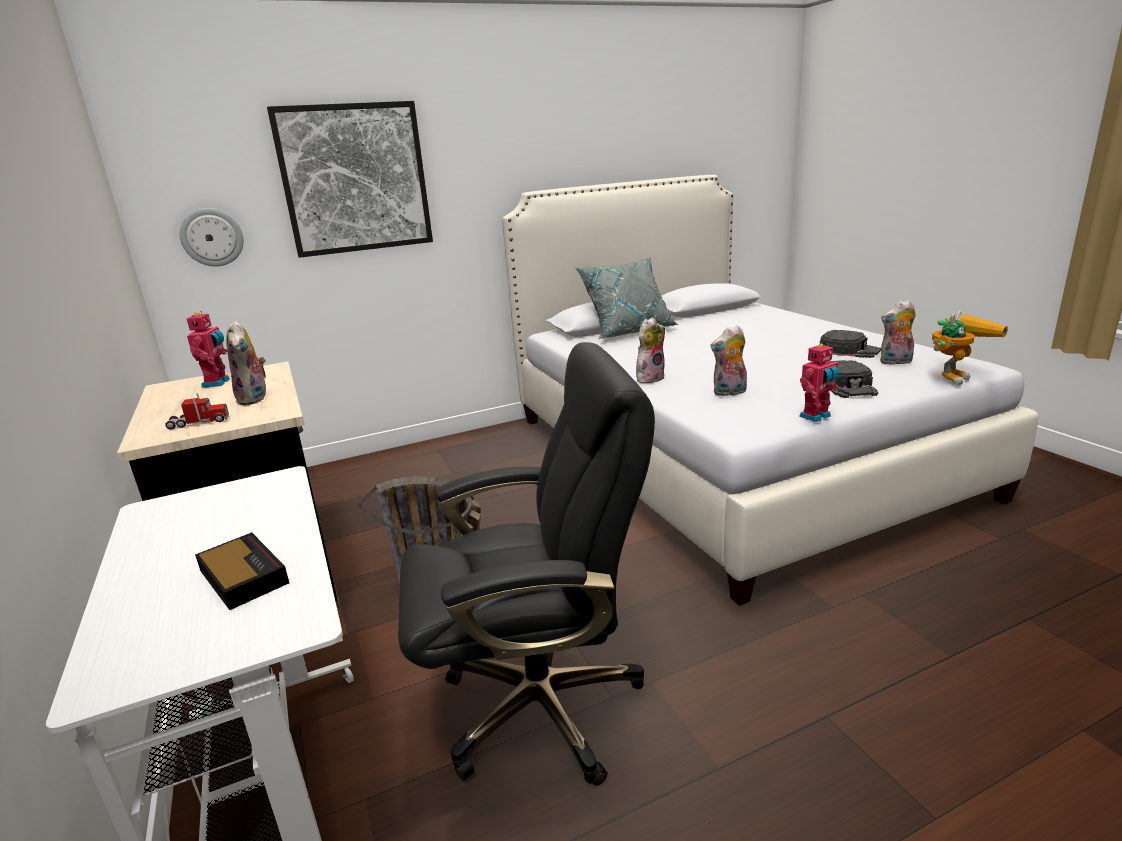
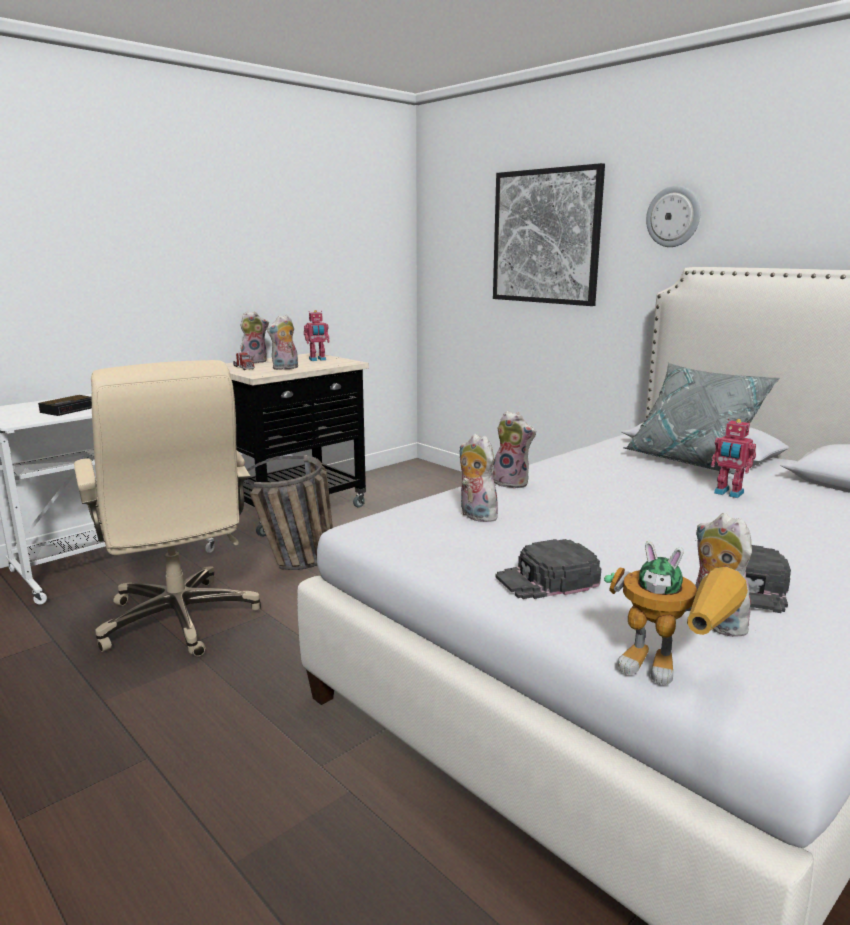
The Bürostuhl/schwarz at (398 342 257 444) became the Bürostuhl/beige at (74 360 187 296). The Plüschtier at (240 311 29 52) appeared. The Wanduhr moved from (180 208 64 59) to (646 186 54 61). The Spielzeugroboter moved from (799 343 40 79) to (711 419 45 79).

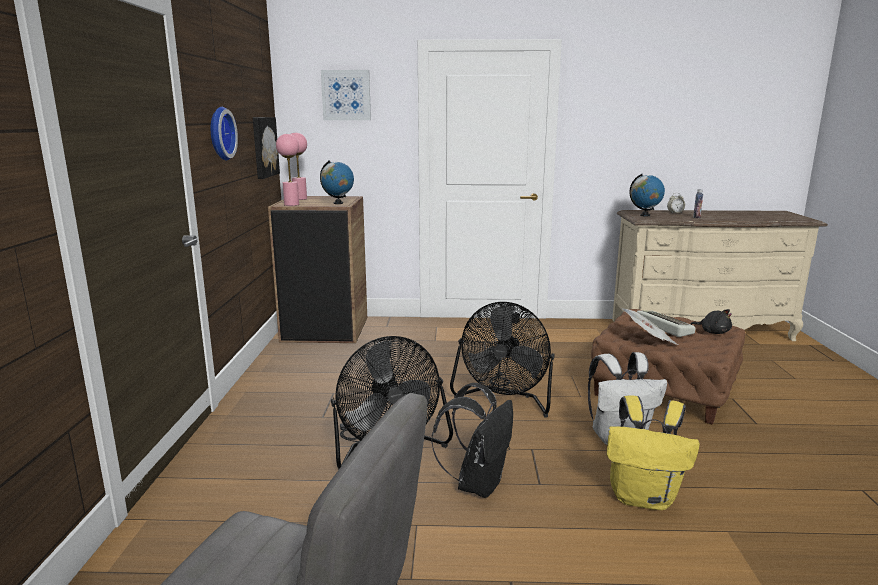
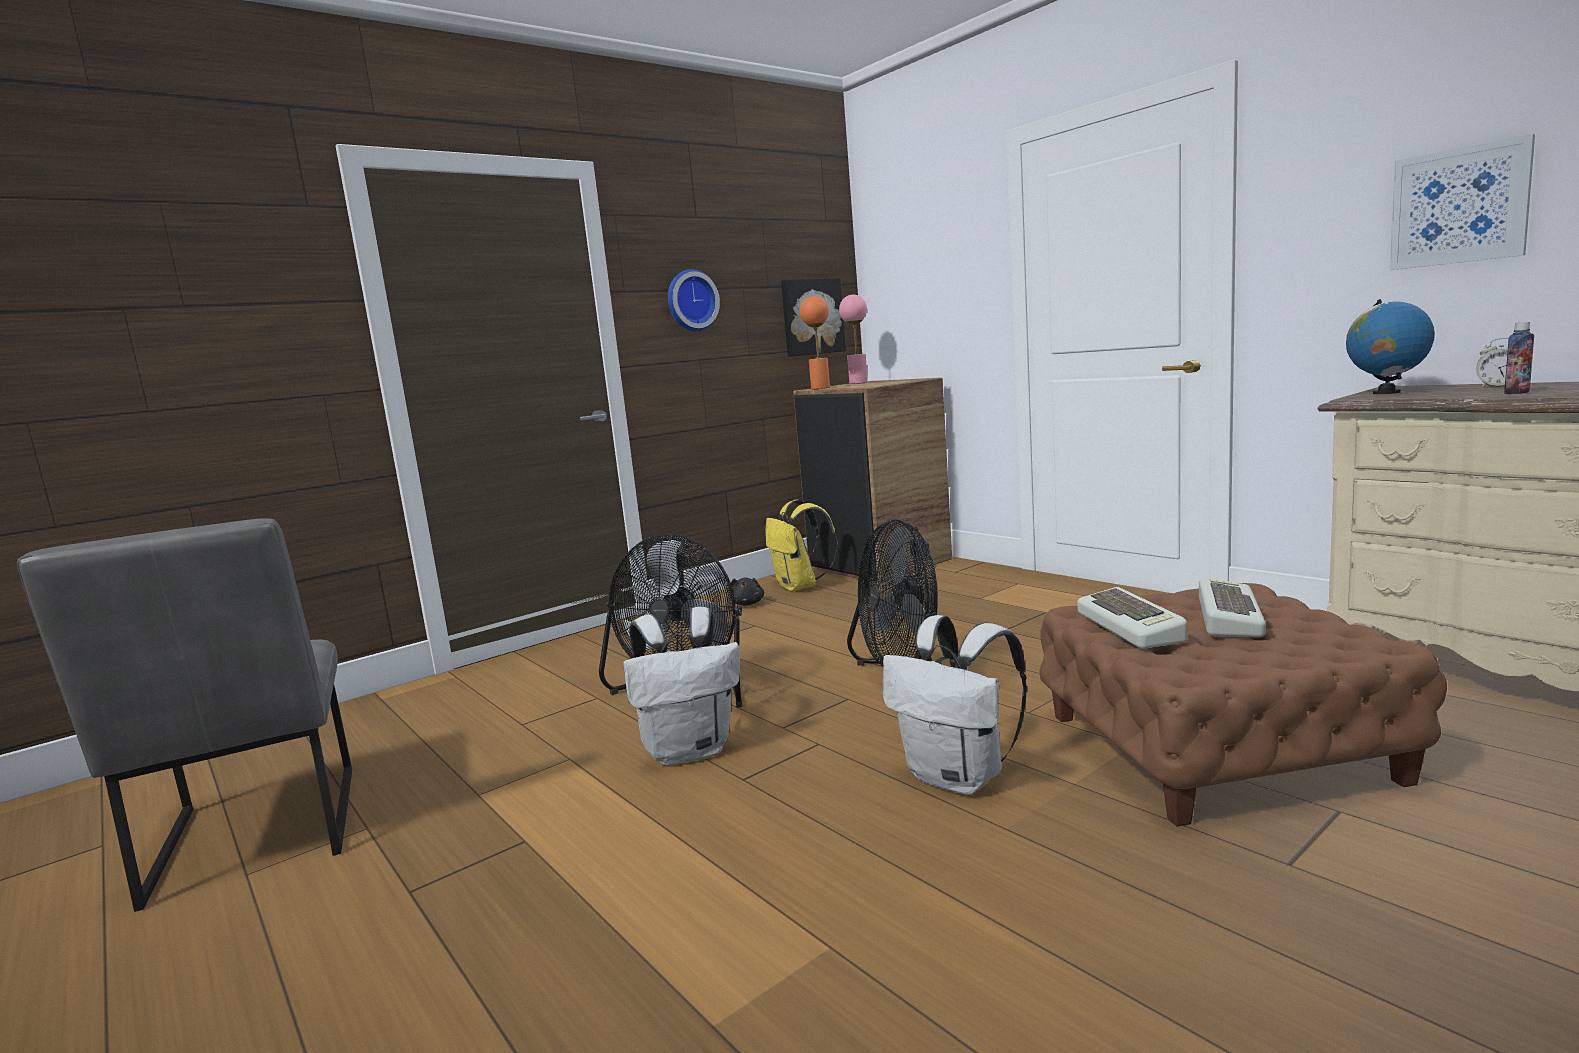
The Rucksack/schwarz at (431 383 82 115) became the Rucksack/weiß at (623 607 117 159). The Plüschtier/schwarz moved from (690 309 42 25) to (730 578 34 28). The Rucksack/gelb moved from (607 395 93 115) to (765 500 73 92). The Tischlampe/rosa at (276 134 23 72) became the Tischlampe/orange at (800 296 30 93). The Zeitung at (621 308 57 37) was replaced by the Tastatur at (1077 587 110 62). The Bild moved from (321 70 50 50) to (1390 134 145 136). The Globus at (320 160 34 44) disappeared.

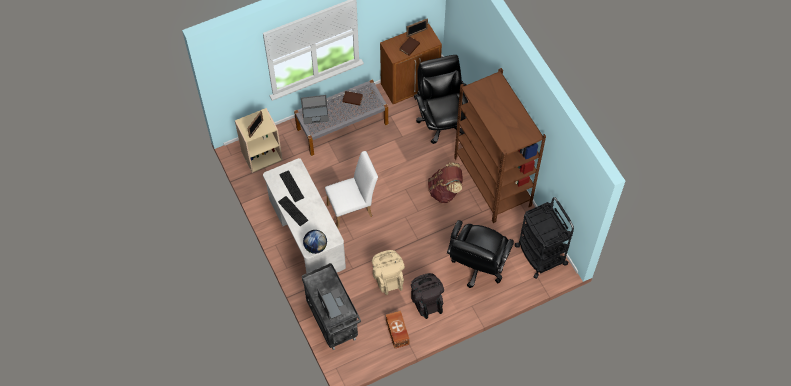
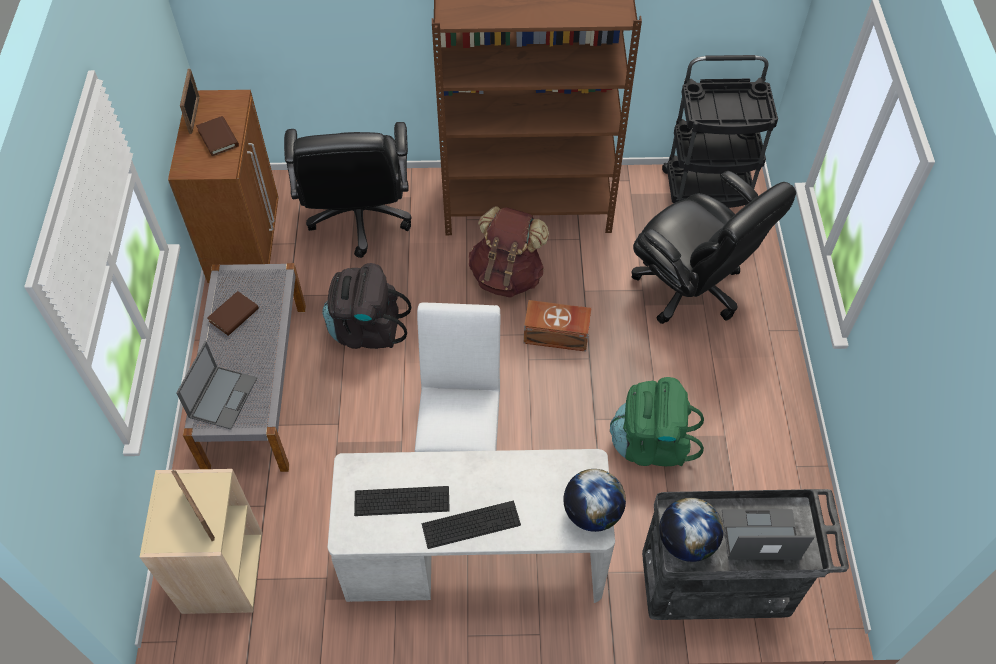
The Bürostuhl/schwarz at (414 55 54 89) turned 105 degrees counterclockwise. The Rucksack/schwarz moved from (411 273 33 46) to (322 263 89 86). The Aufbewahrungsbox/braun moved from (386 311 24 38) to (523 300 69 52). The Rucksack/beige at (372 250 33 45) became the Rucksack/grün at (610 377 94 89). The Globus at (659 498 65 64) appeared.

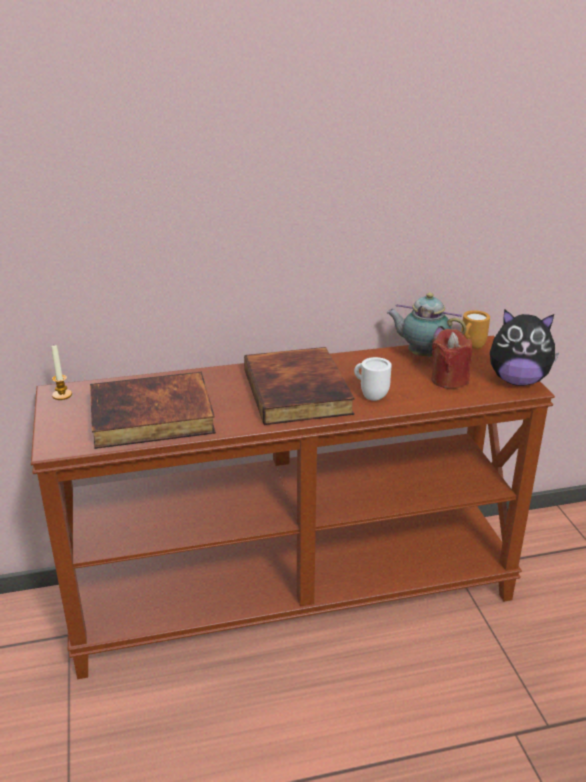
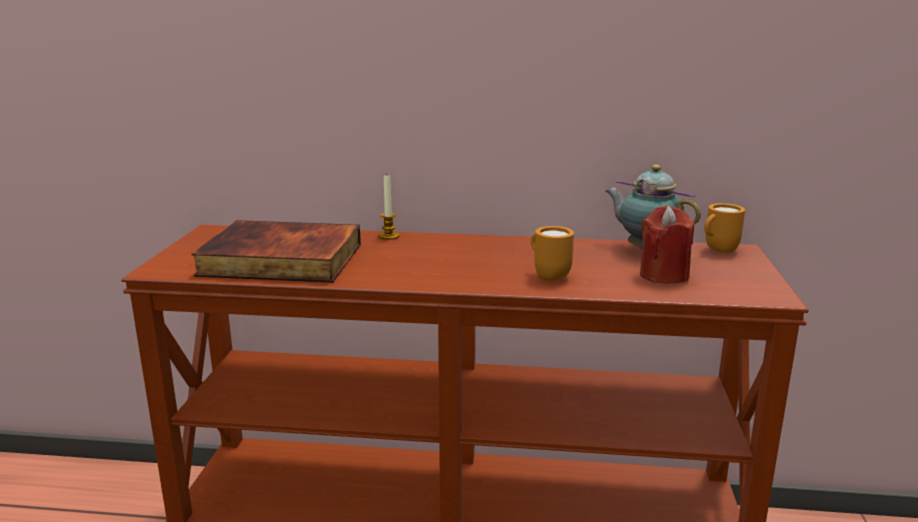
The Kerze moved from (51 345 21 55) to (378 176 22 64). The Henkelbecher/weiß at (354 357 38 44) became the Henkelbecher/orange at (531 226 43 55). The Buch at (244 347 110 78) disappeared. The Plüschtier at (490 309 69 77) disappeared.

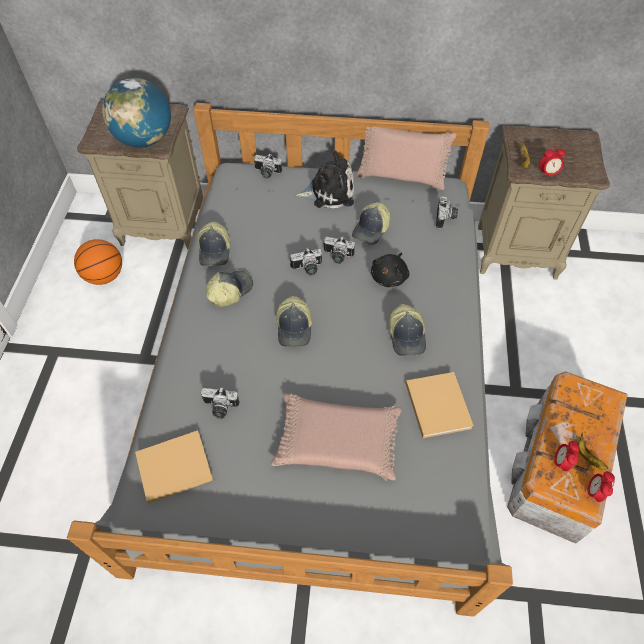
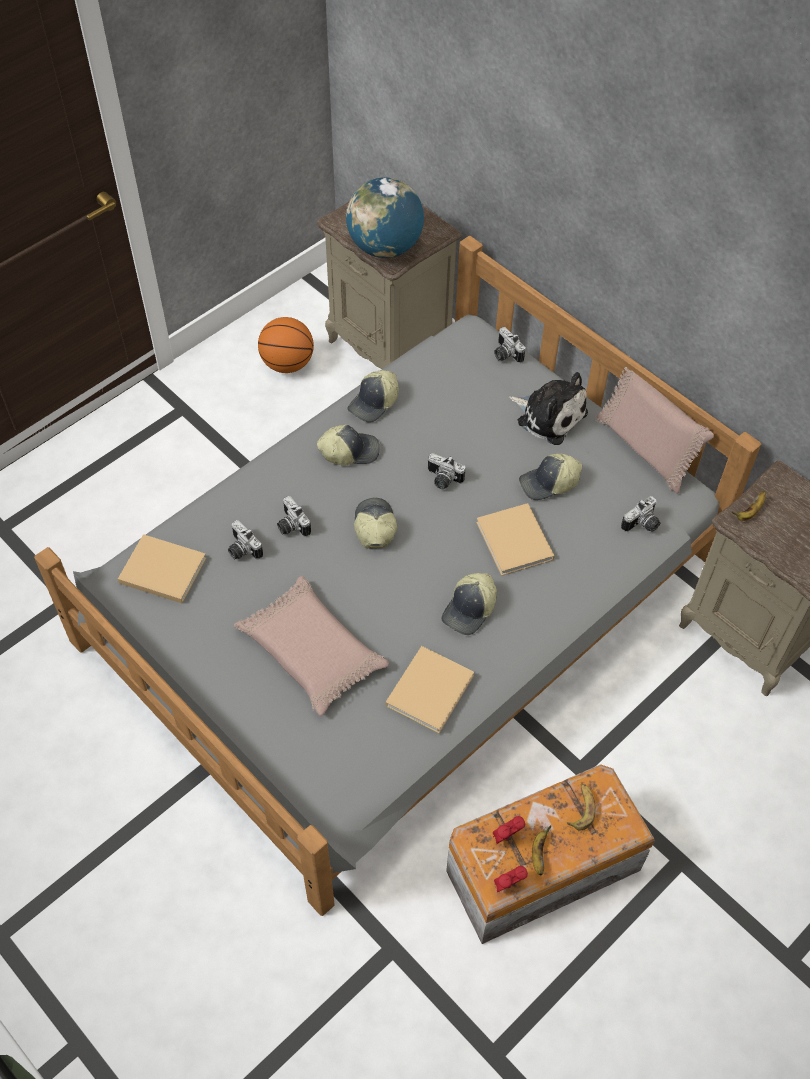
The Kamera moved from (324 236 31 28) to (277 496 34 41). The Kappe at (277 296 35 51) turned 135 degrees clockwise. The Plüschtier/schwarz at (371 253 38 34) was replaced by the Buch/beige at (476 503 78 73). The Banane at (567 784 29 47) appeared. The Wecker at (539 145 27 33) disappeared.

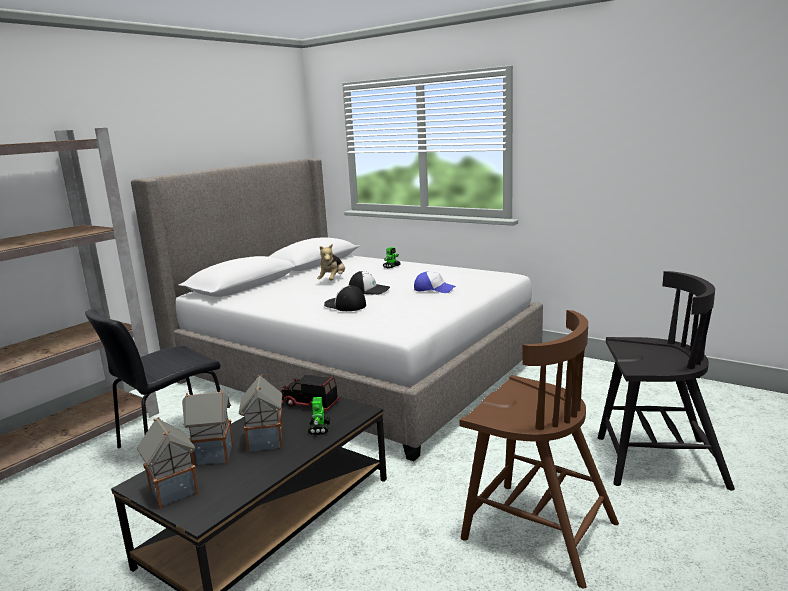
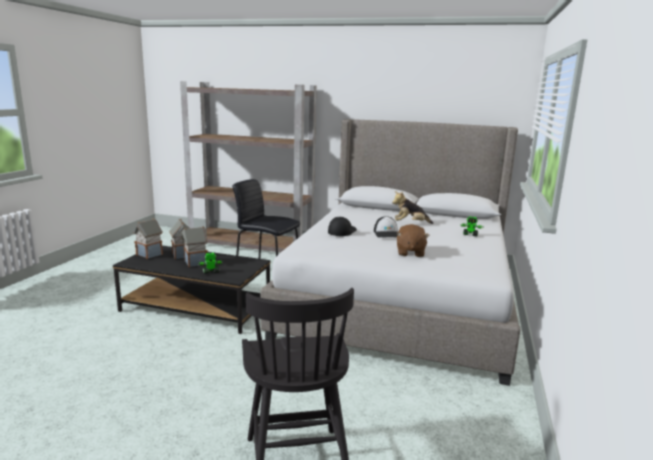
The Kappe at (414 271 41 22) was replaced by the Plüschtier/braun at (397 224 33 33). The Spielzeuglaster at (281 374 59 37) disappeared. The Stuhl/braun at (459 310 160 279) disappeared.

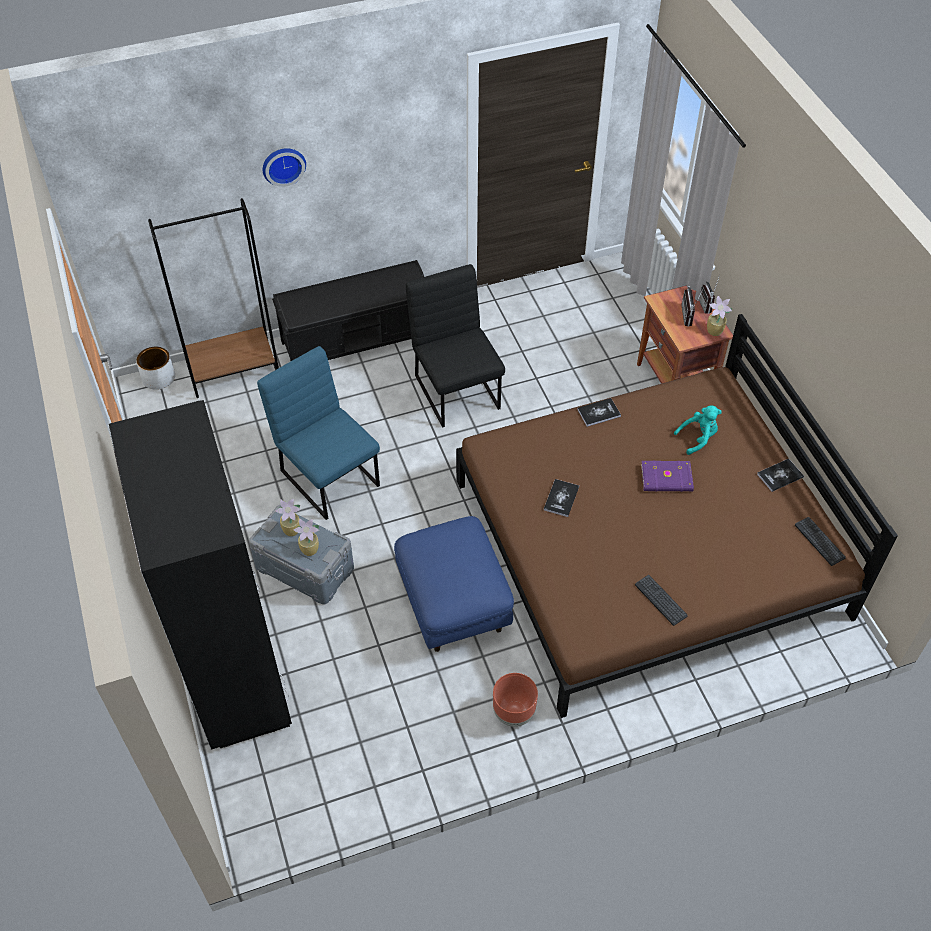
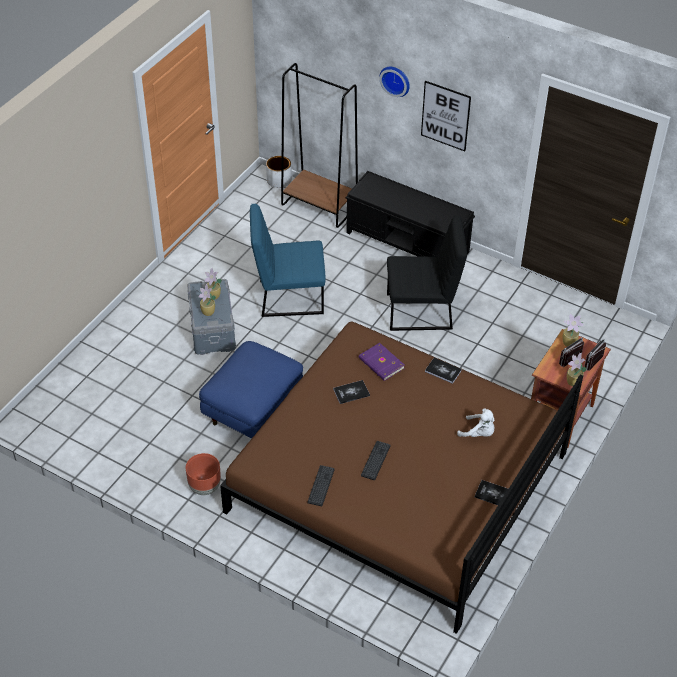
The Stuhl/blau at (257 346 123 174) turned 105 degrees counterclockwise. The Buch/lila moved from (641 461 53 31) to (359 343 46 38). The Tastatur moved from (795 517 51 49) to (361 441 29 39). The Stuhl/schwarz at (406 264 99 164) turned 60 degrees clockwise. The Bild at (421 81 50 70) appeared. The Plüschtier/türkis at (674 405 48 50) became the Plüschtier/weiß at (457 408 38 29). The Topfpflanze at (562 313 22 34) appeared. The Kleiderschrank/schwarz at (108 400 184 350) disappeared.

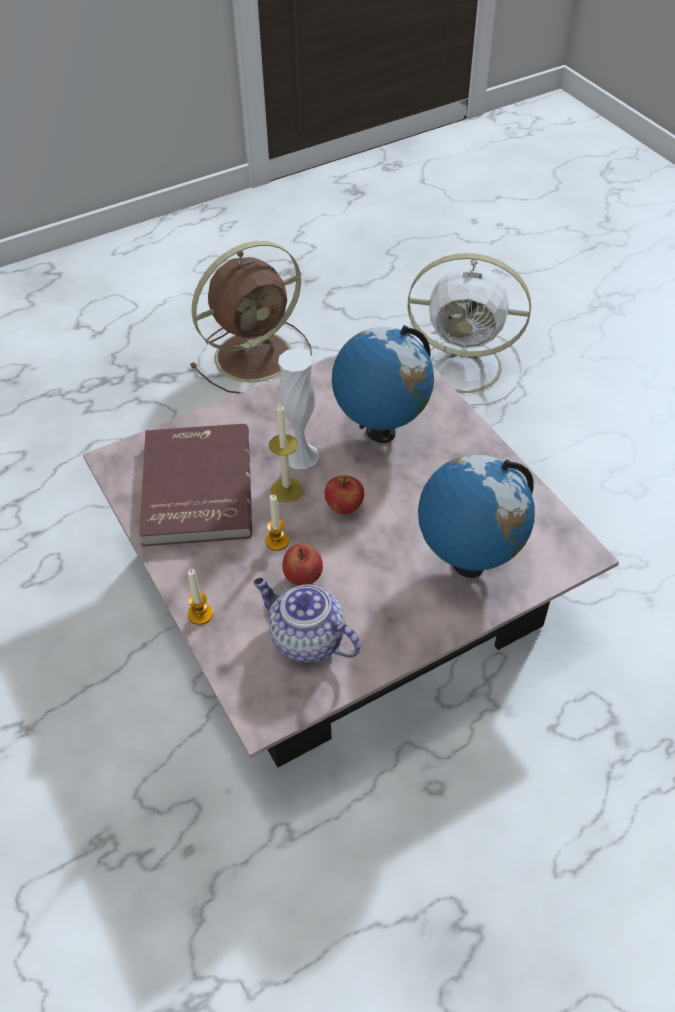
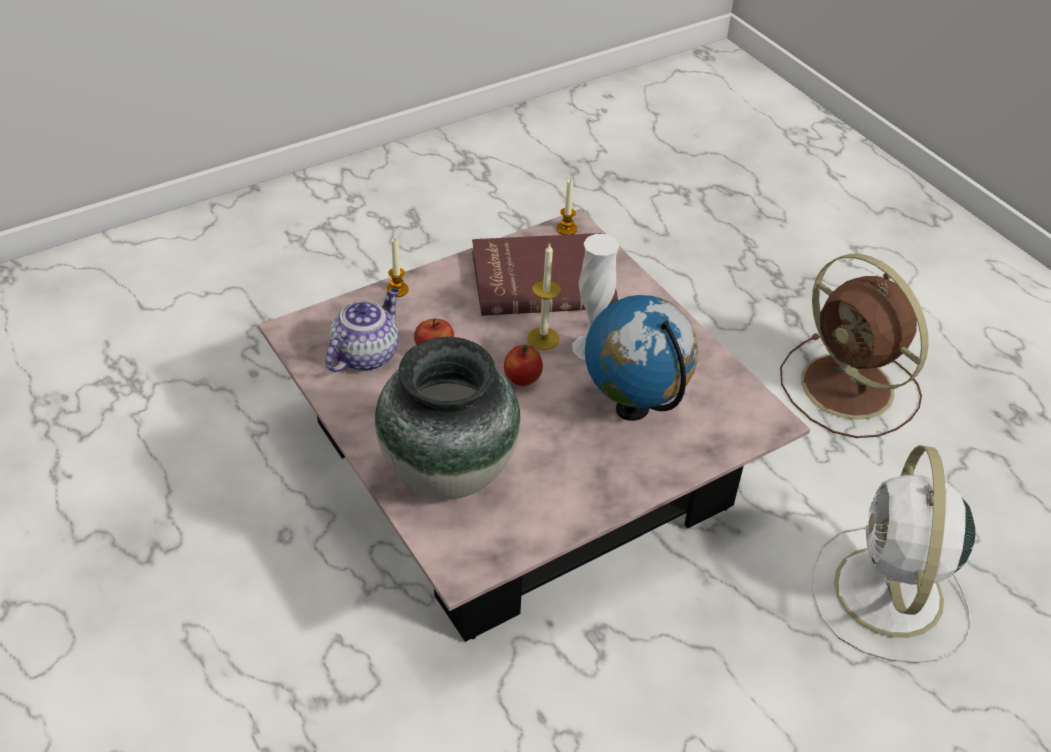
The Globus at (418 455 117 123) was replaced by the Vase at (375 337 146 162). The Kerze moved from (265 495 24 56) to (557 179 20 56).

